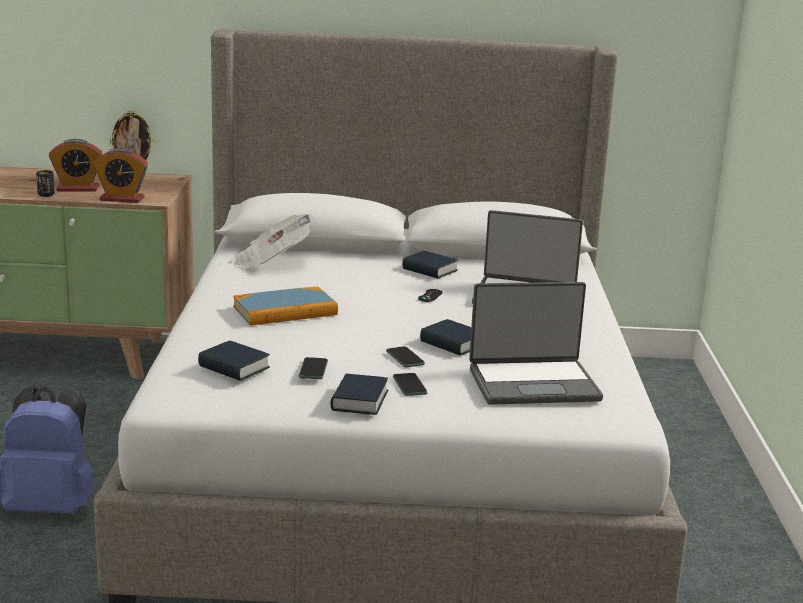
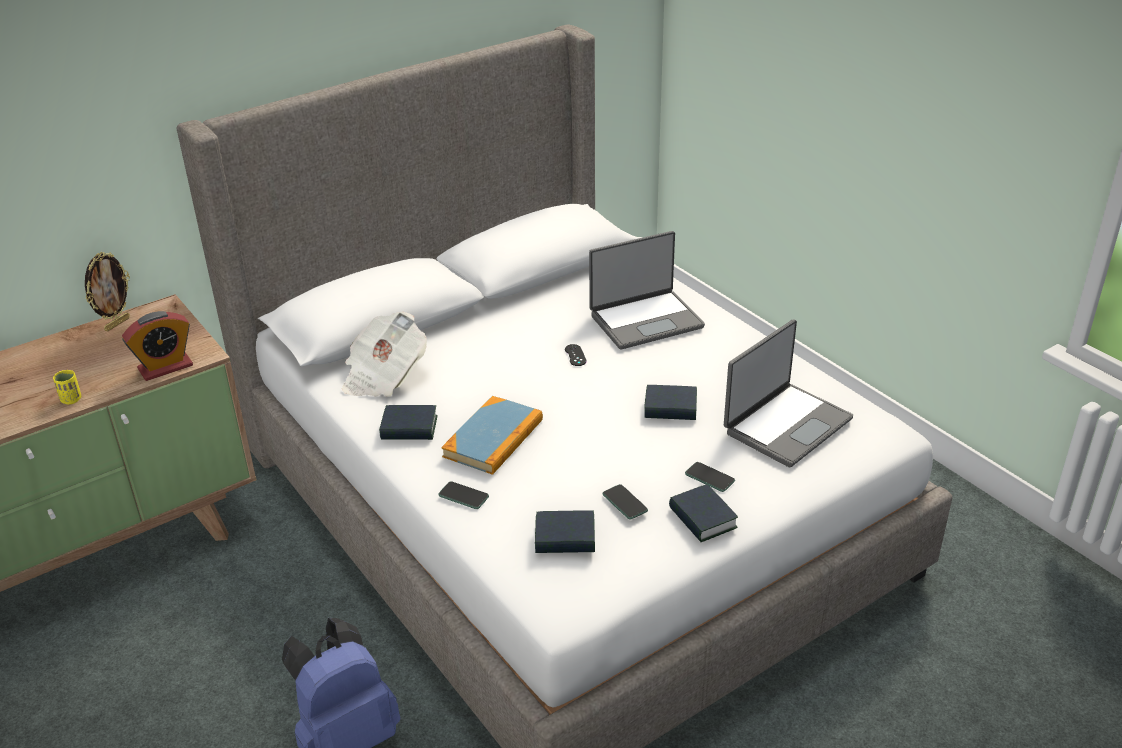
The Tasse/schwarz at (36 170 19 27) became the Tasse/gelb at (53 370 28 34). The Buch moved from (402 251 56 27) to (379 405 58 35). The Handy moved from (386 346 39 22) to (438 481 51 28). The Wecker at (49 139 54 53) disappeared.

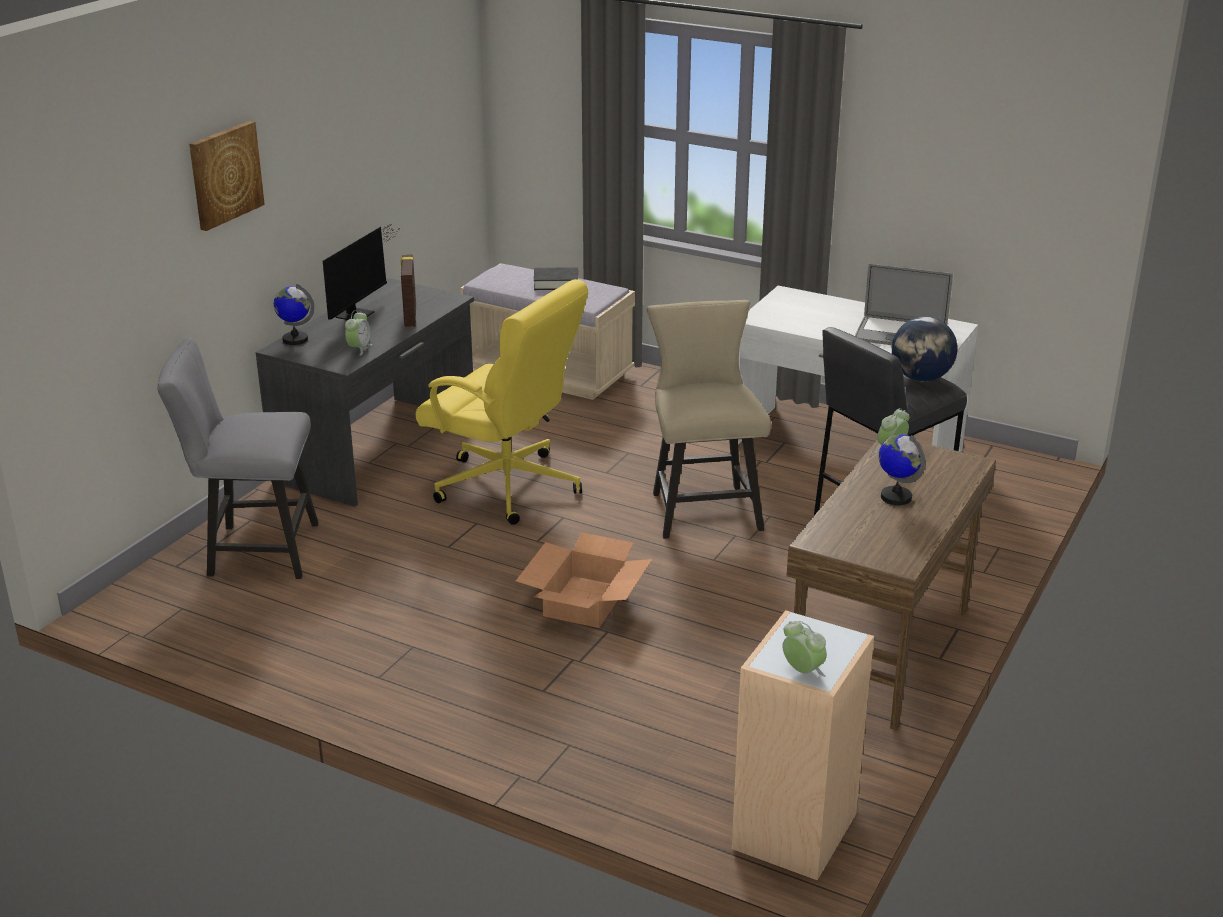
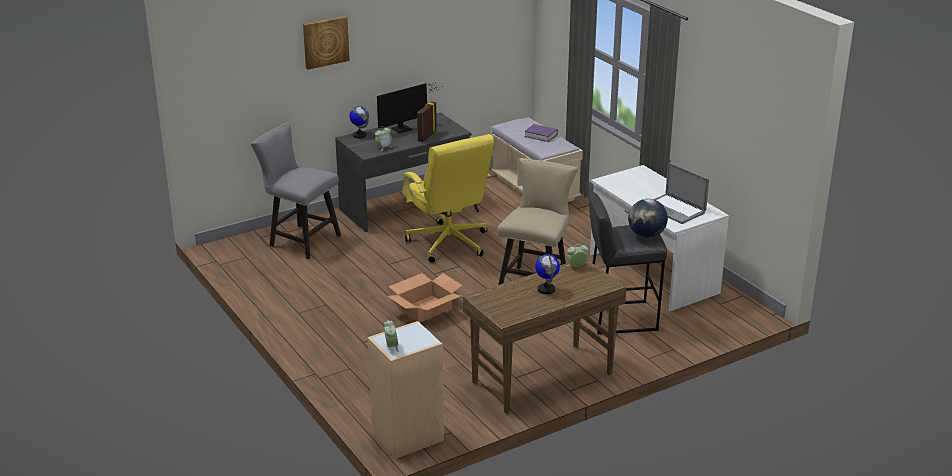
The Buch/schwarz at (534 267 44 23) became the Buch/lila at (525 124 33 18).

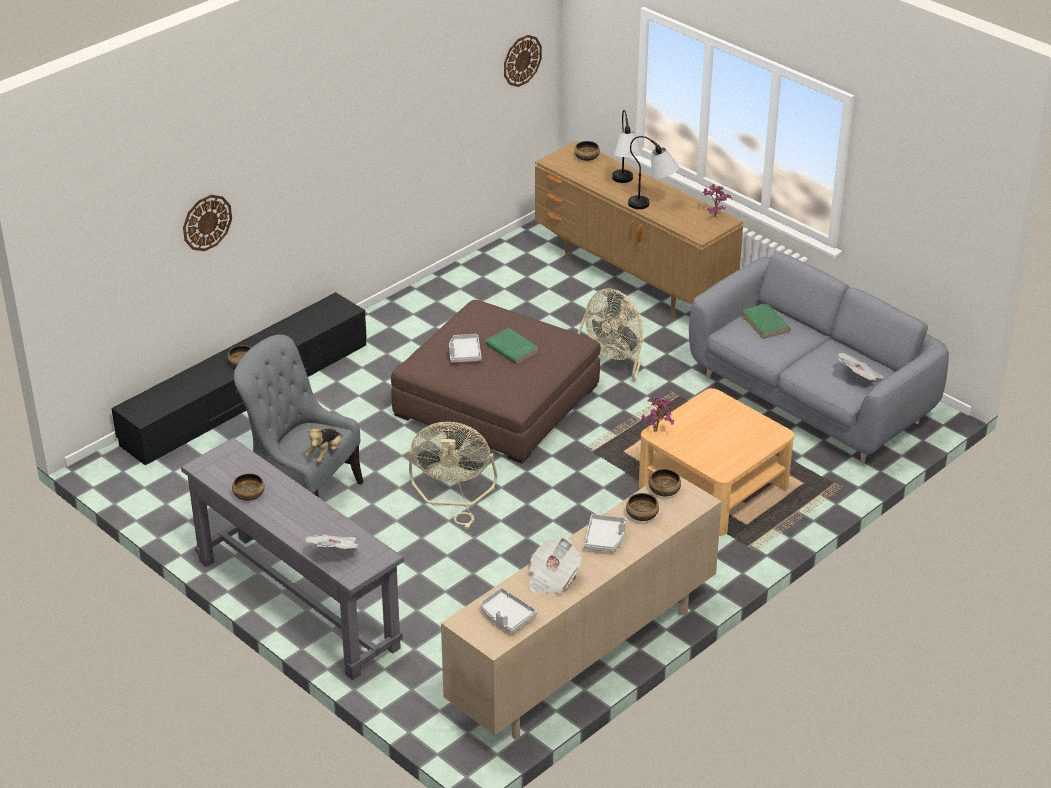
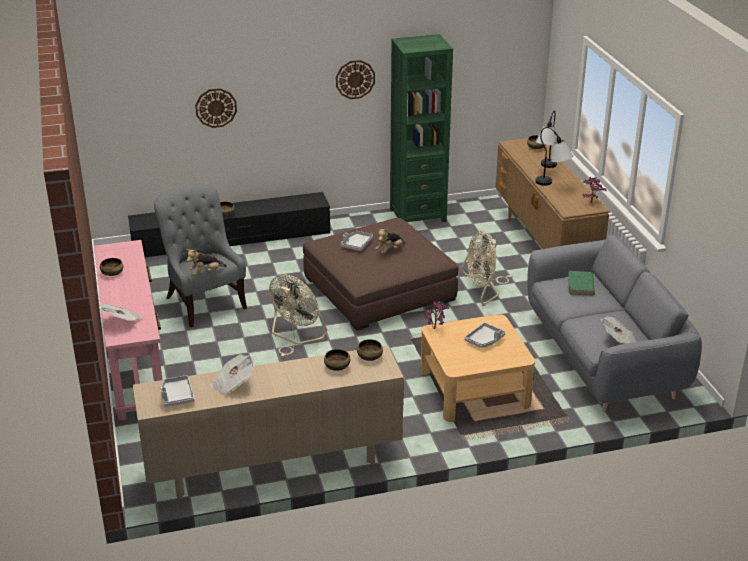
The Konsolentisch/grau at (181 438 223 242) became the Konsolentisch/rosa at (94 240 68 181). The Wanduhr moved from (504 35 38 52) to (336 60 39 39). The Buch/grün at (485 328 53 36) was replaced by the Plüschtier at (375 229 30 25). The Bücherregal/grün at (390 34 63 188) appeared. The Tablett/grau moved from (584 514 43 38) to (465 323 40 25).

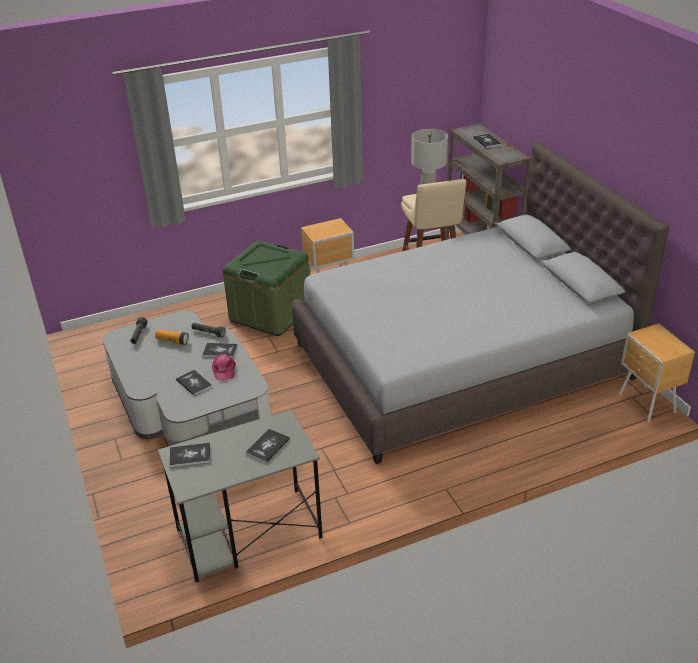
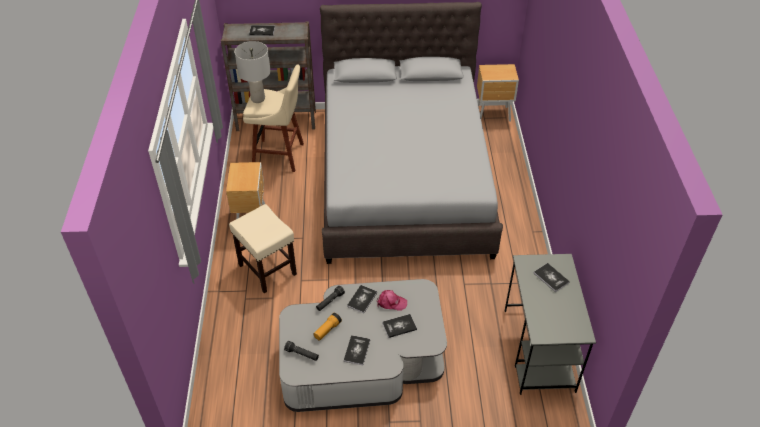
The Aufbewahrungsbox/grün at (223 241 87 95) was replaced by the Hocker/beige at (229 204 68 90). The Buch moved from (169 443 42 25) to (344 335 26 30).

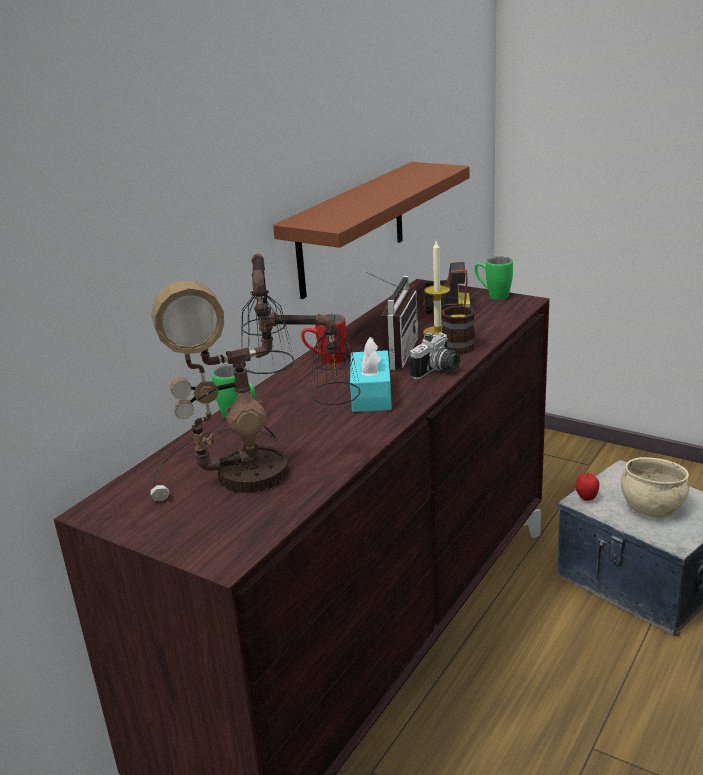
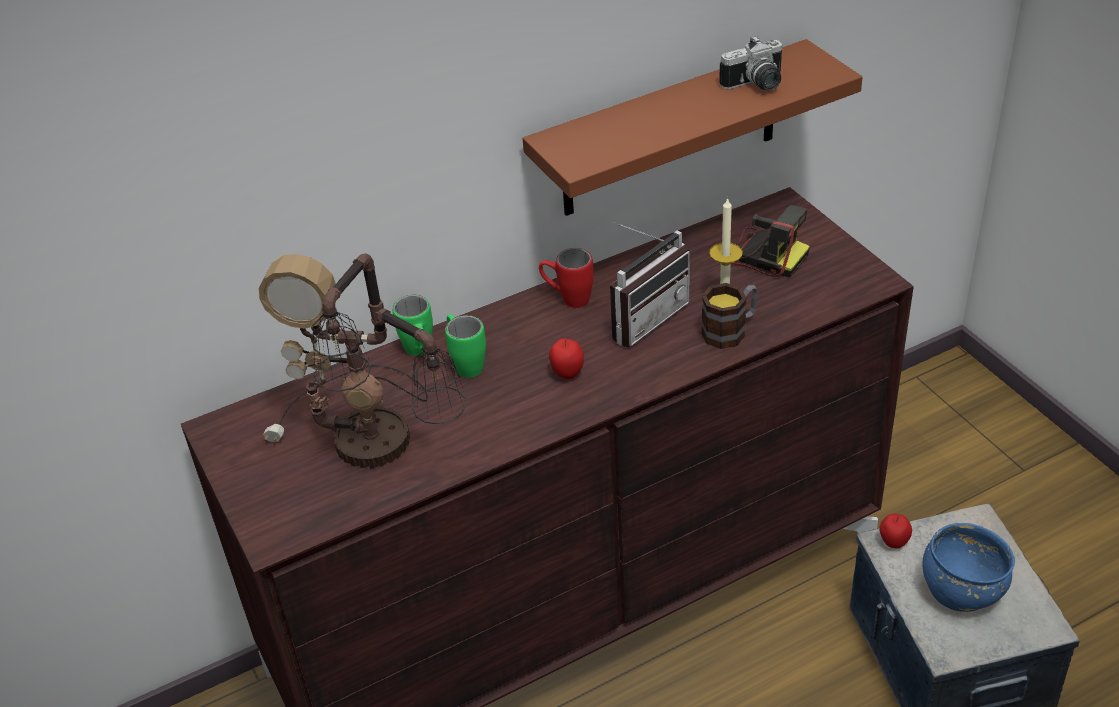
The Henkelbecher/grün moved from (475 257 38 43) to (445 314 41 64). The Taschentuchbox/türkis at (350 337 42 75) was replaced by the Apfel at (549 339 35 40). The Kamera moved from (409 332 51 47) to (719 36 64 54). The Schüssel/beige at (621 457 68 61) became the Schüssel/blau at (922 523 93 89).

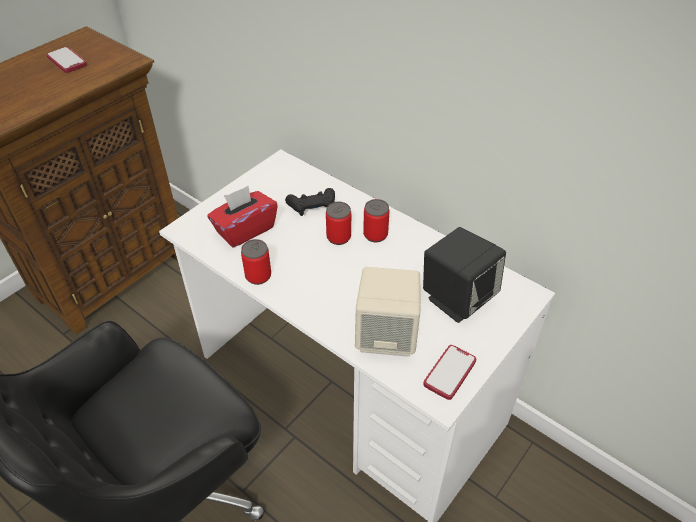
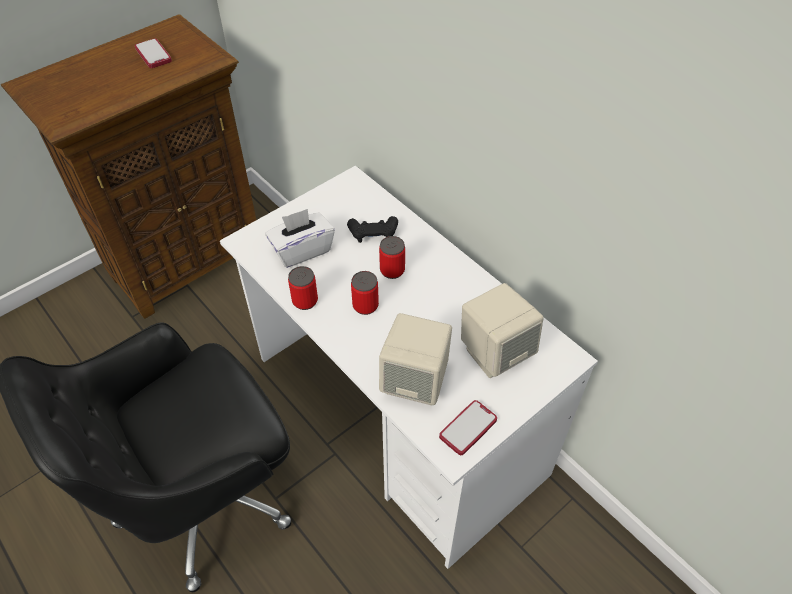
The Taschentuchbox/rot at (207 186 71 61) became the Taschentuchbox/weiß at (265 209 70 59). The Dose moved from (363 199 26 43) to (351 271 28 44). The Lautsprecher/schwarz at (423 227 83 96) became the Lautsprecher/beige at (461 283 83 95).

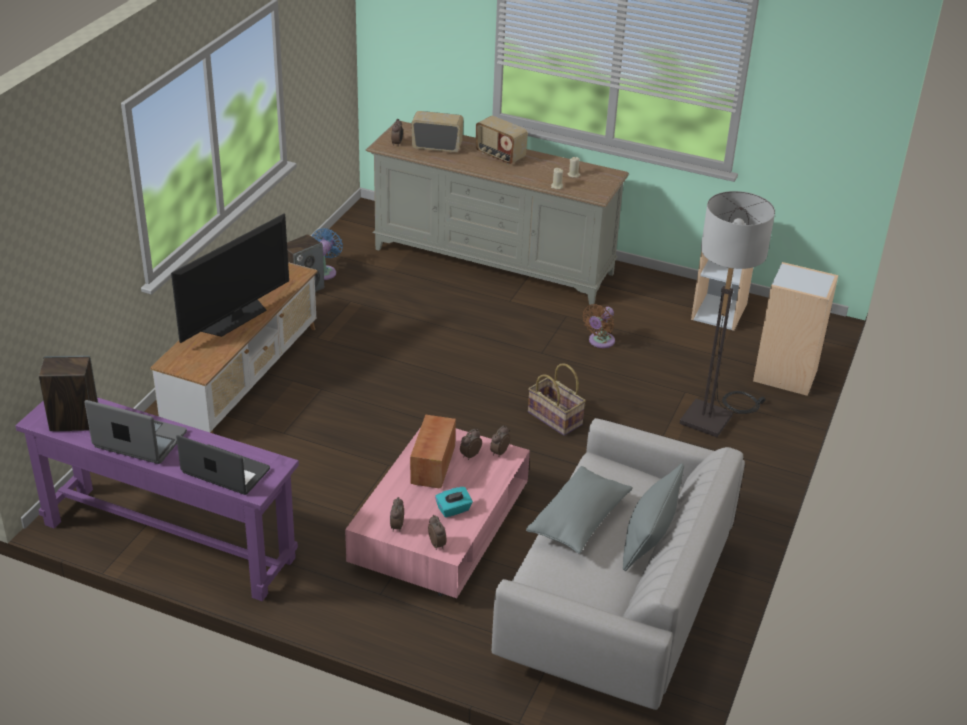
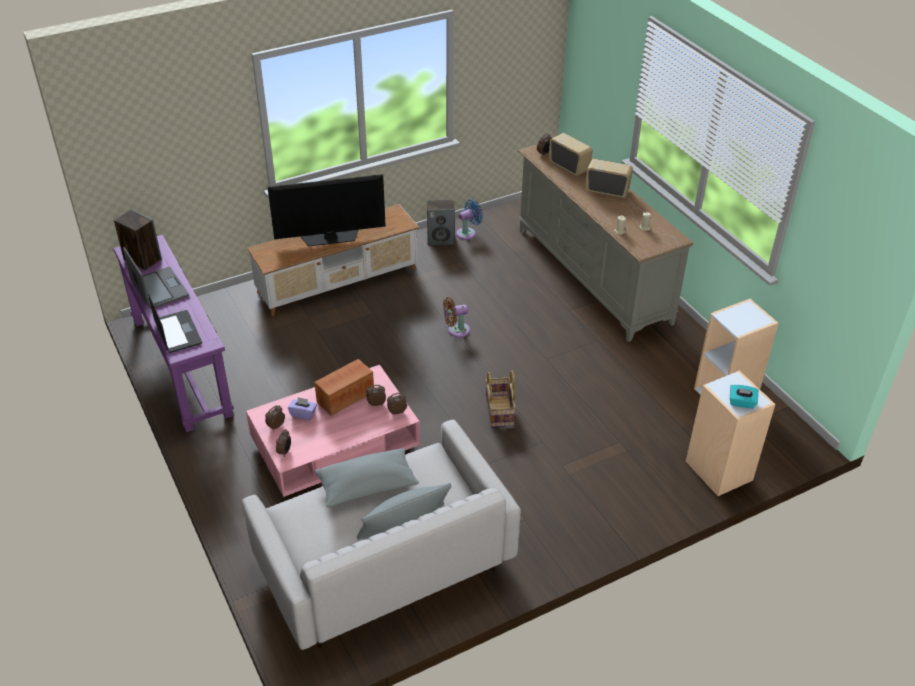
The Taschentuchbox/lila at (288 397 29 23) appeared. The Ventilator/braun moved from (582 304 33 44) to (443 297 27 41). The Radio at (476 116 52 48) turned 120 degrees clockwise. The Taschentuchbox/türkis moved from (435 487 38 31) to (730 385 29 24). The Stehlampe at (679 191 96 246) disappeared.

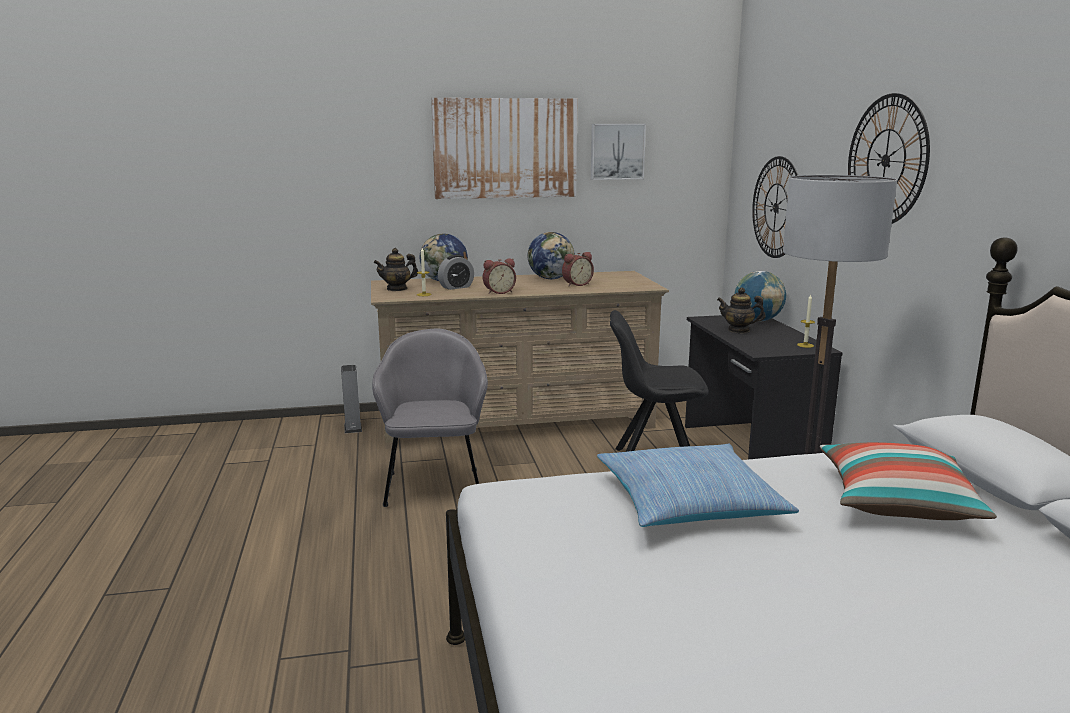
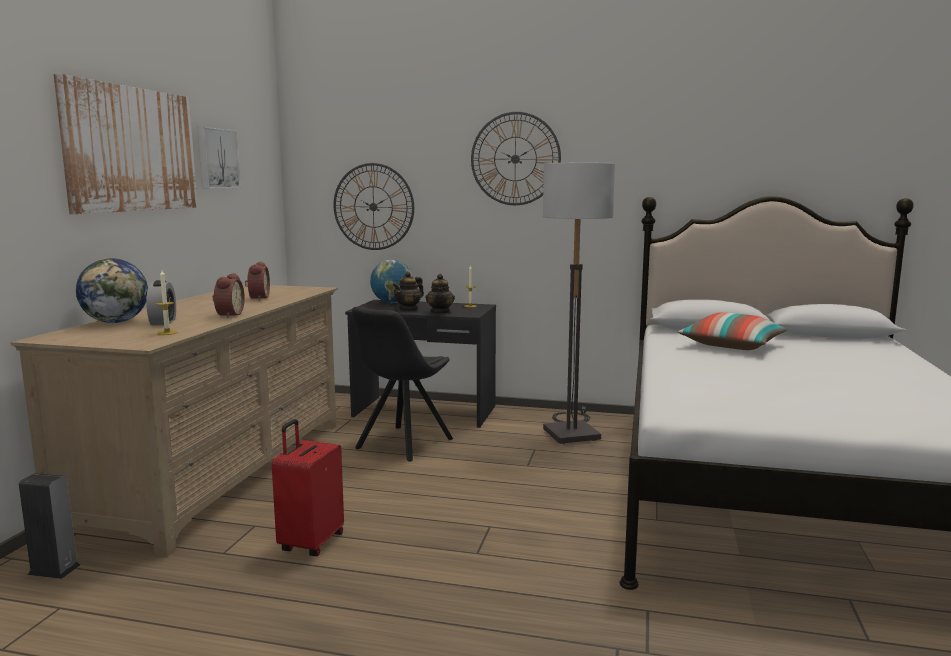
The Sessel/grau at (372 329 116 178) was replaced by the Koffer/rot at (272 419 72 137). The Teekanne moved from (374 248 44 43) to (425 274 30 40). The Globus at (528 232 47 47) disappeared. The Kissen at (597 444 202 83) disappeared.

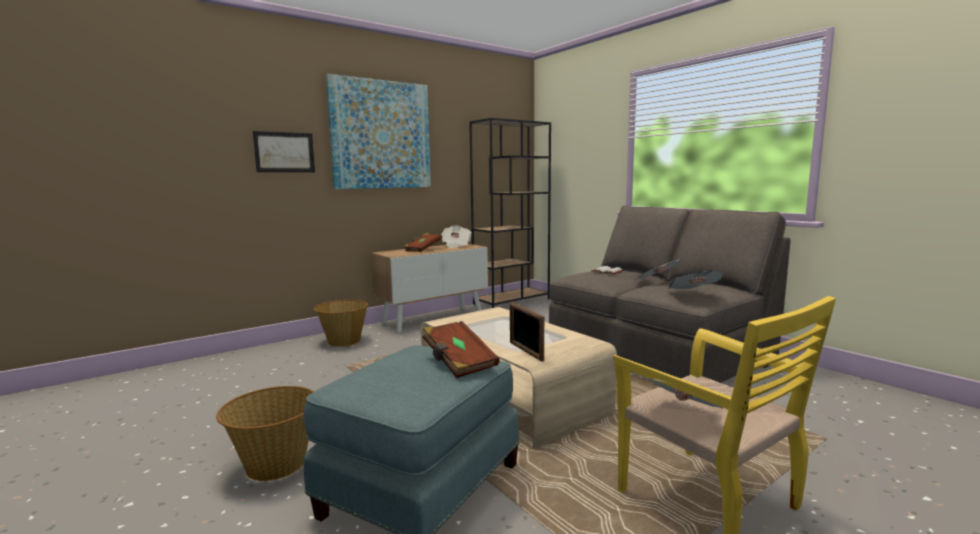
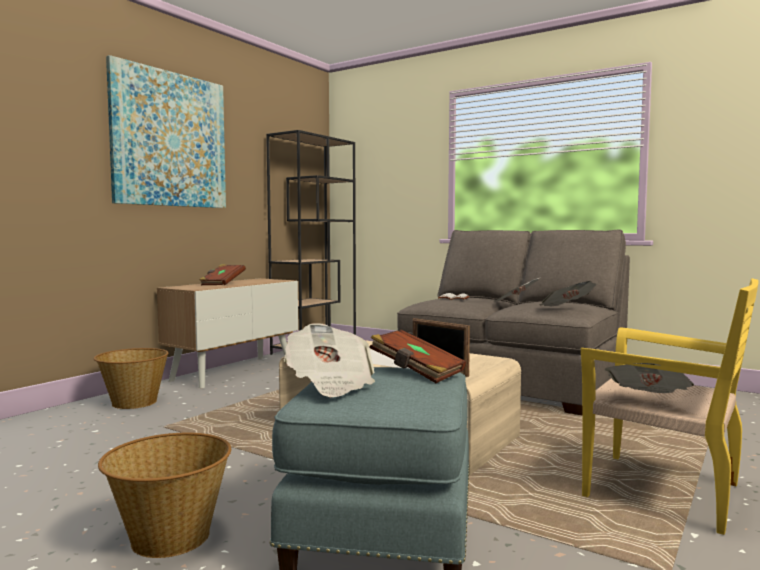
The Zeitung moved from (441 225 31 23) to (284 323 91 74). The Bild at (253 131 62 41) disappeared.

